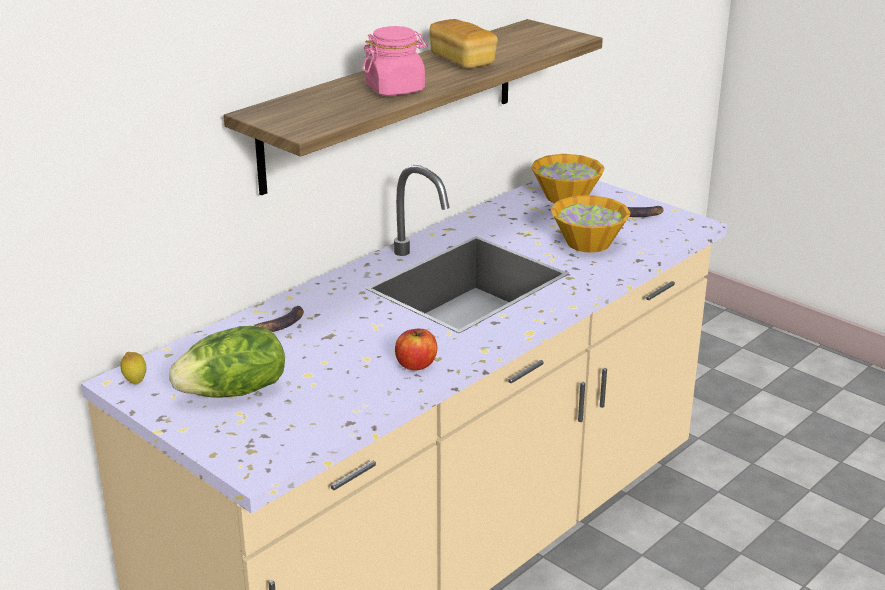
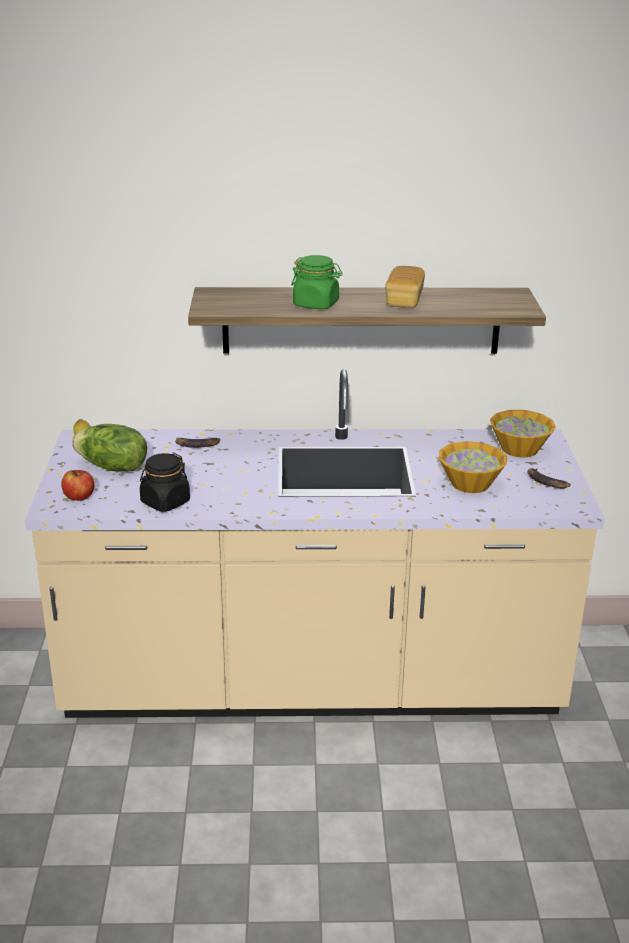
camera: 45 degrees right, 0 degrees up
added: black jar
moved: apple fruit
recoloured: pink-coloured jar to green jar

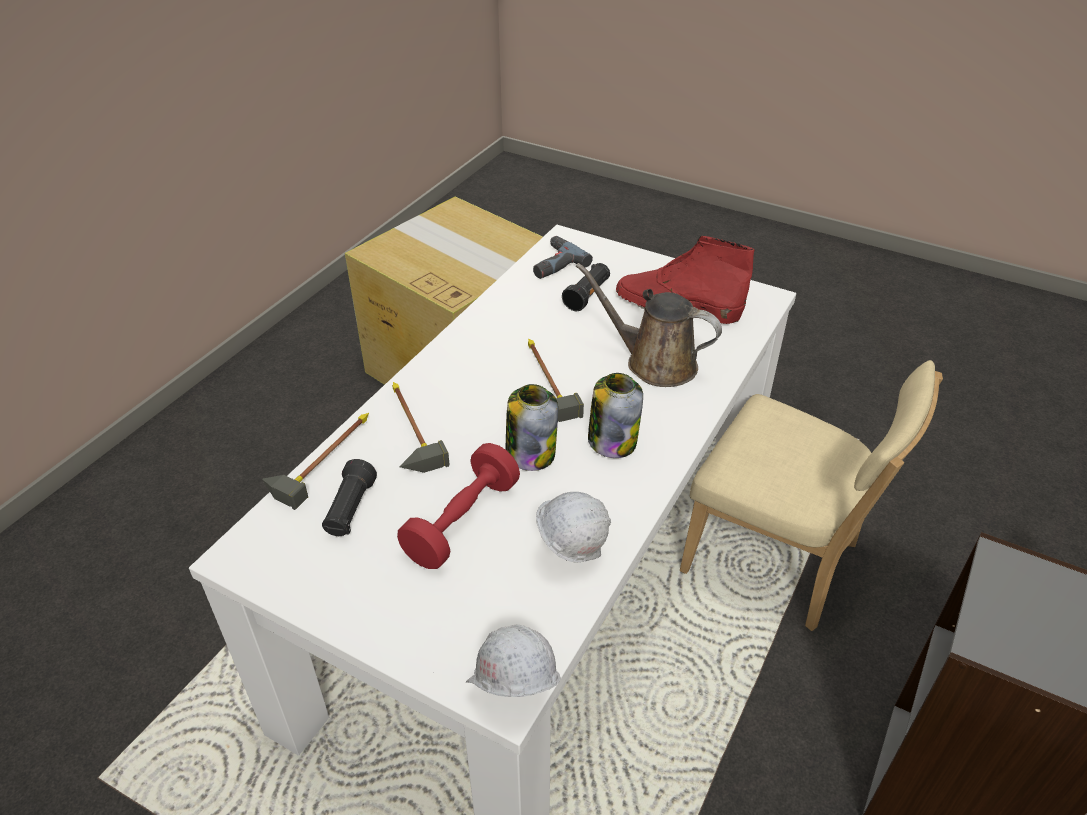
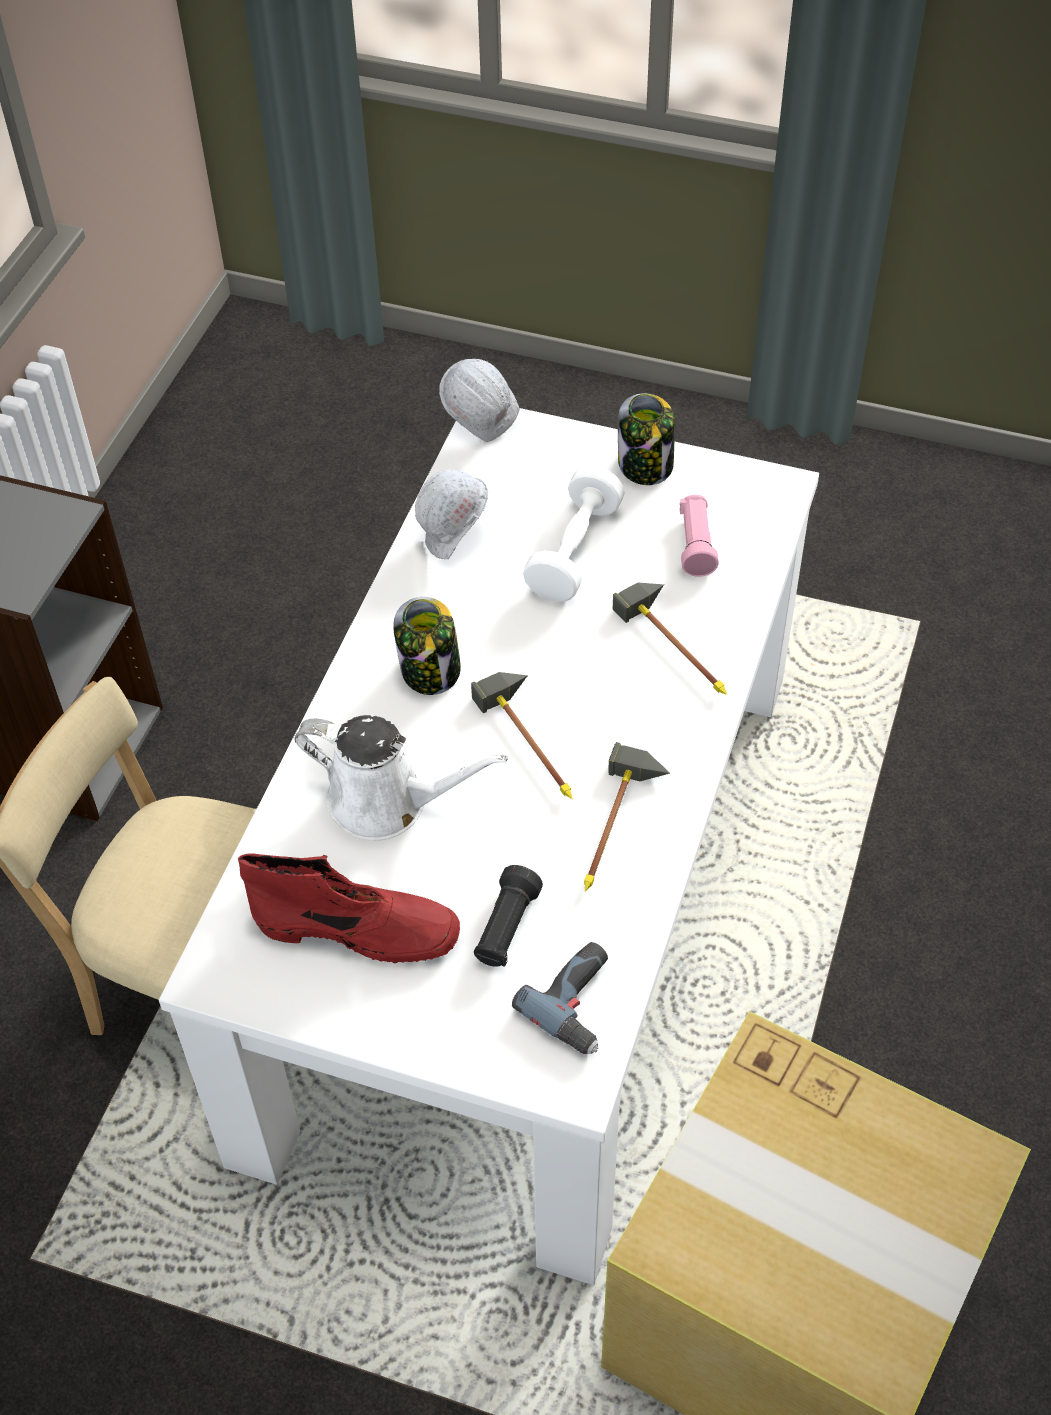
camera: 170 degrees right, 10 degrees up
moved: tool hammer (1st from left in the first image) to tool hammer (2nd from left); jar (1st from left in the first image) to jar (2nd from left)
recoloured: black flashlight (1st from left) to pink-coloured flashlight; reddish free weight to white free weight; brownish watering pot to white watering pot

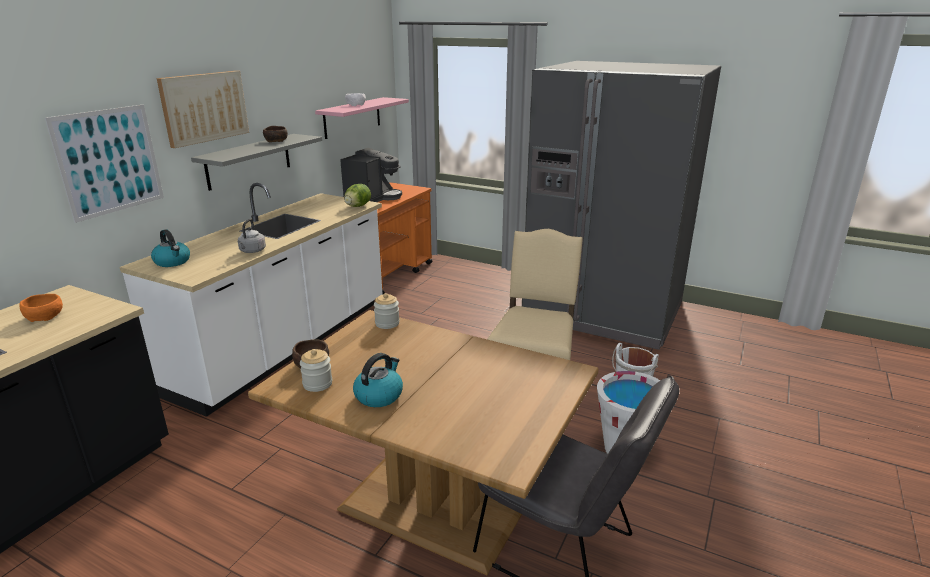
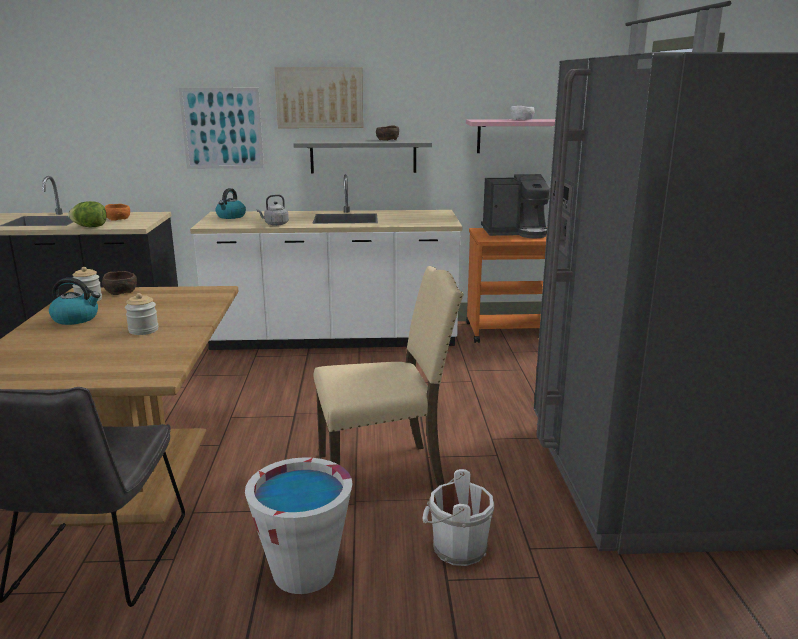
camera: 60 degrees right, 5 degrees down
moved: head of lettuce; jar (2nd from left)

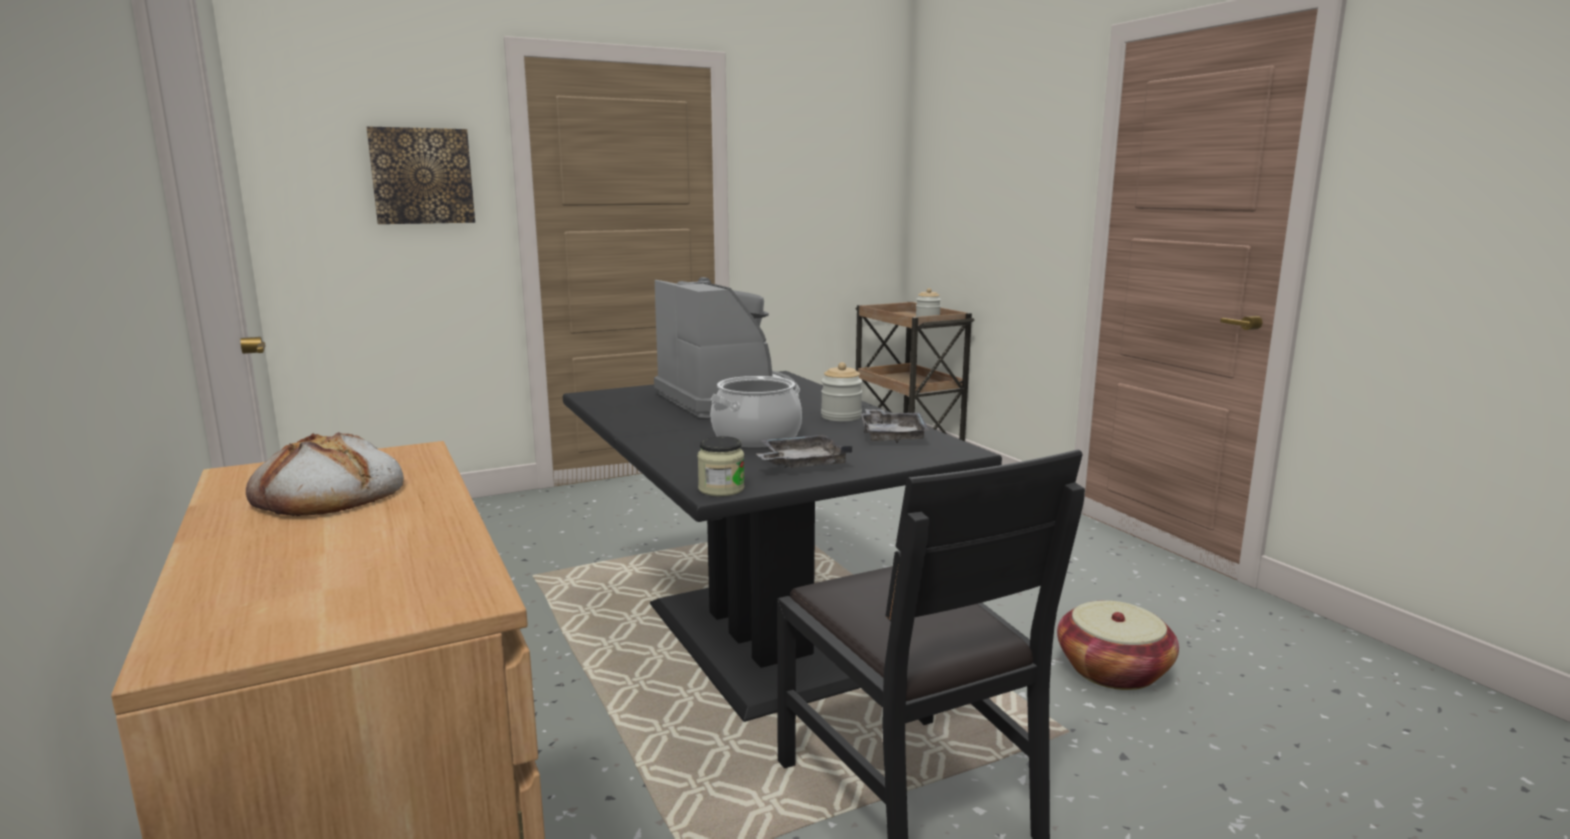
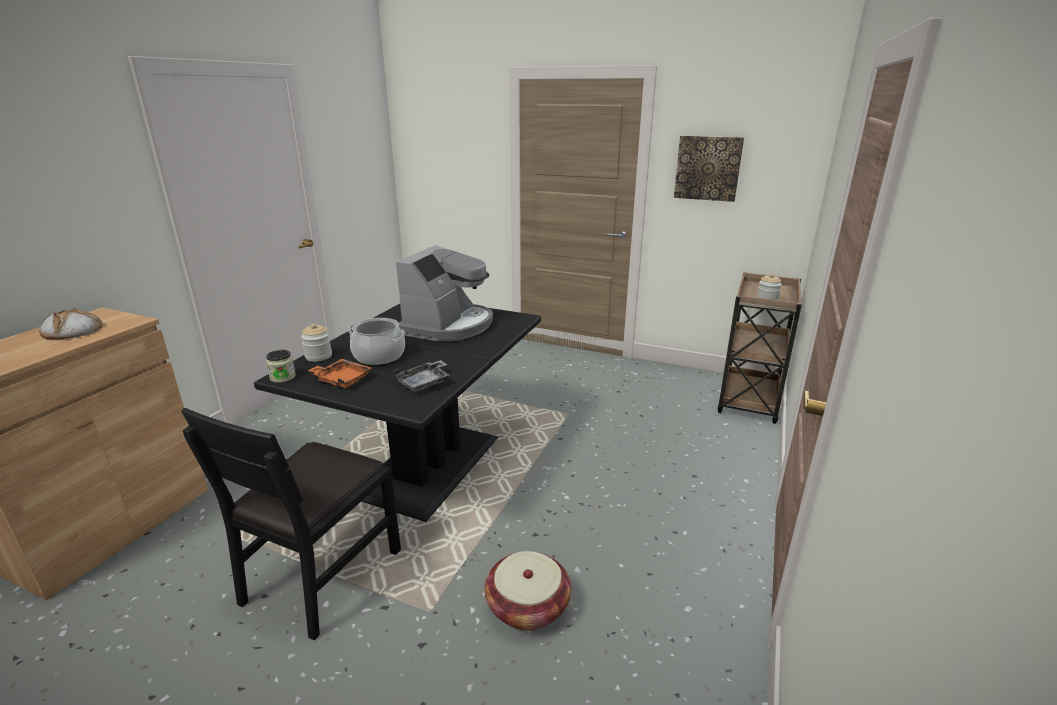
camera: 50 degrees right, 10 degrees up
moved: picture; jar (2nd from left)
recoloured: greyish tray (1st from left) to orange tray

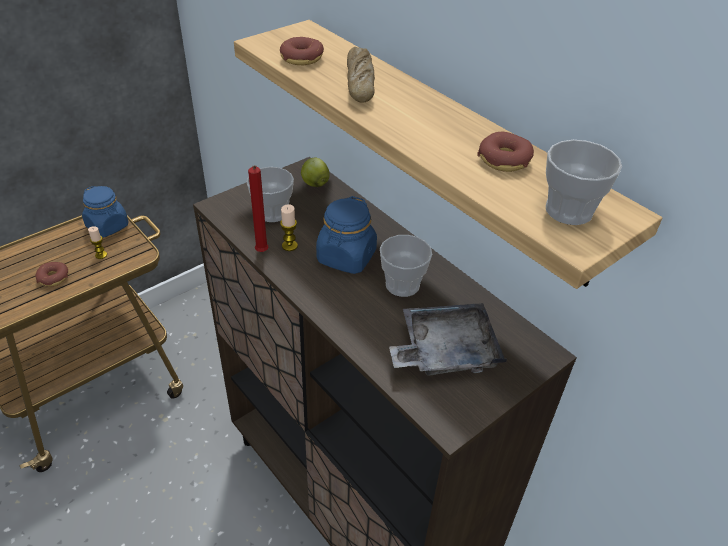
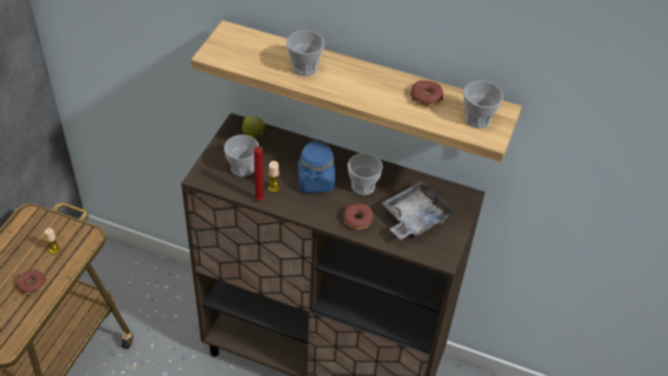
camera: 30 degrees left, 5 degrees up
removed: blue jar (1st from left)
moved: ring doughnut (2nd from left)
replaced: baked bread to cup (2nd from left)

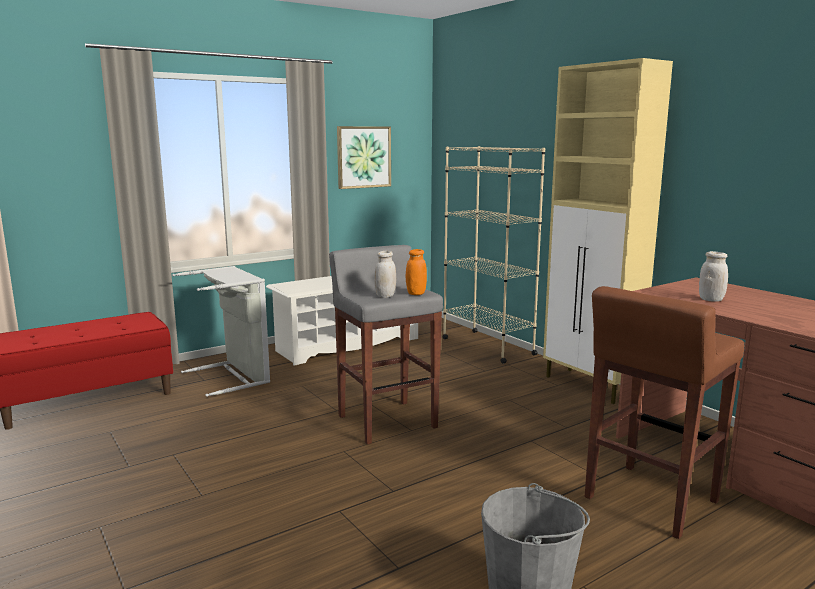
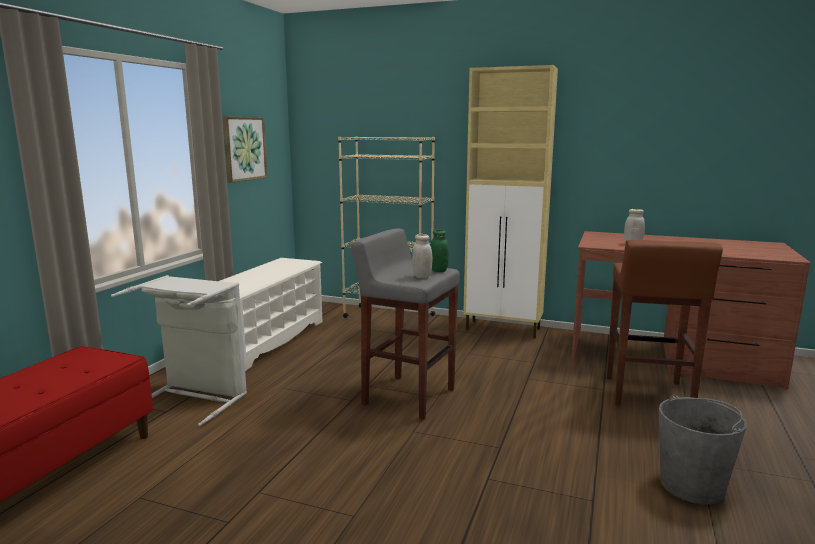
camera: 35 degrees left, 0 degrees up
recoloured: orange jar to green jar

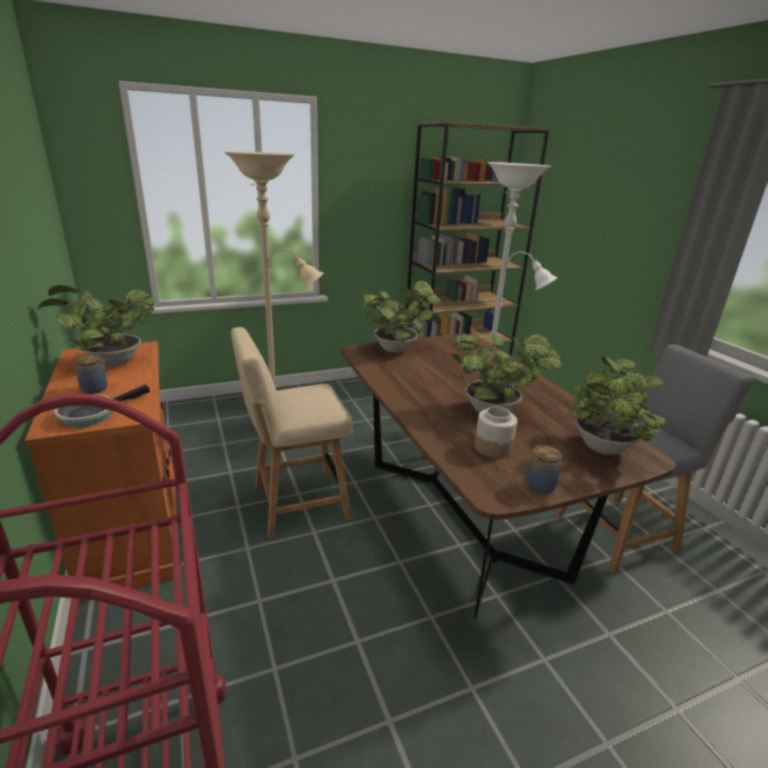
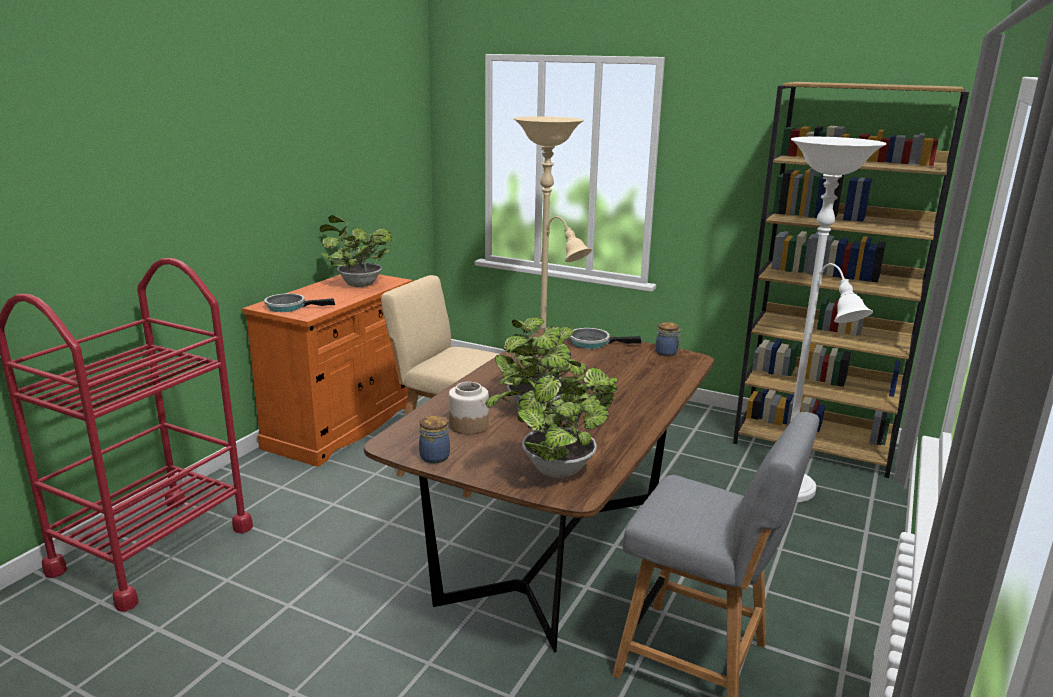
camera: 50 degrees right, 5 degrees down
moved: jar (1st from left in the first image) to jar (3rd from left)
replaced: houseplant (2nd from left) to skillet (2nd from left)

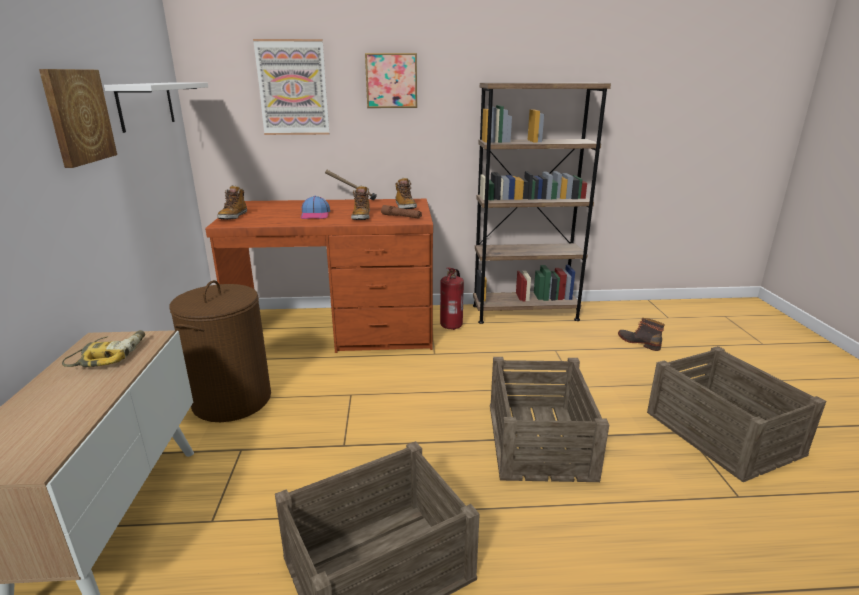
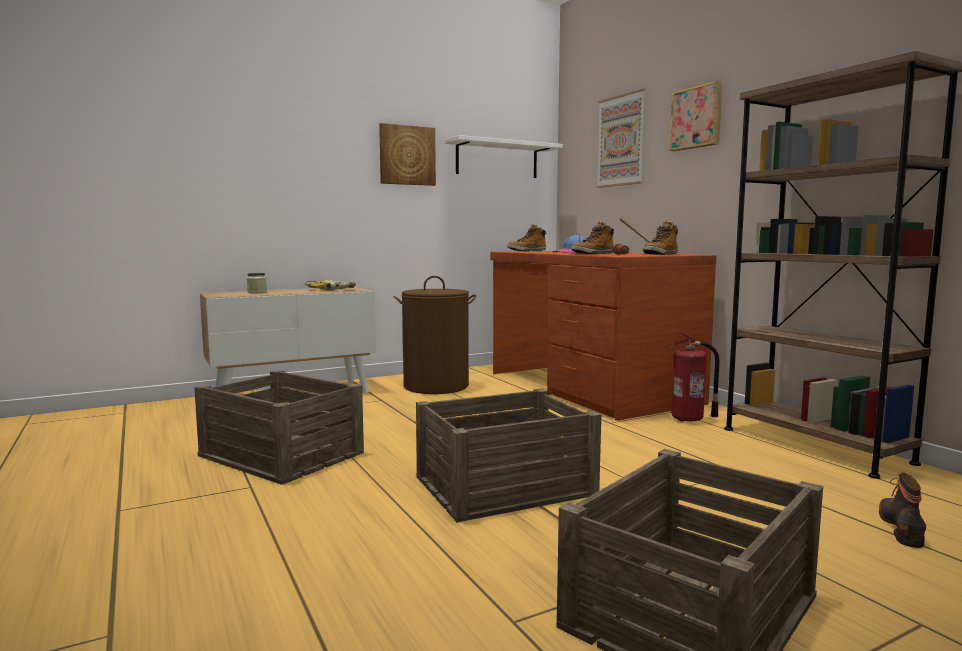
camera: 65 degrees right, 15 degrees down
added: jar

